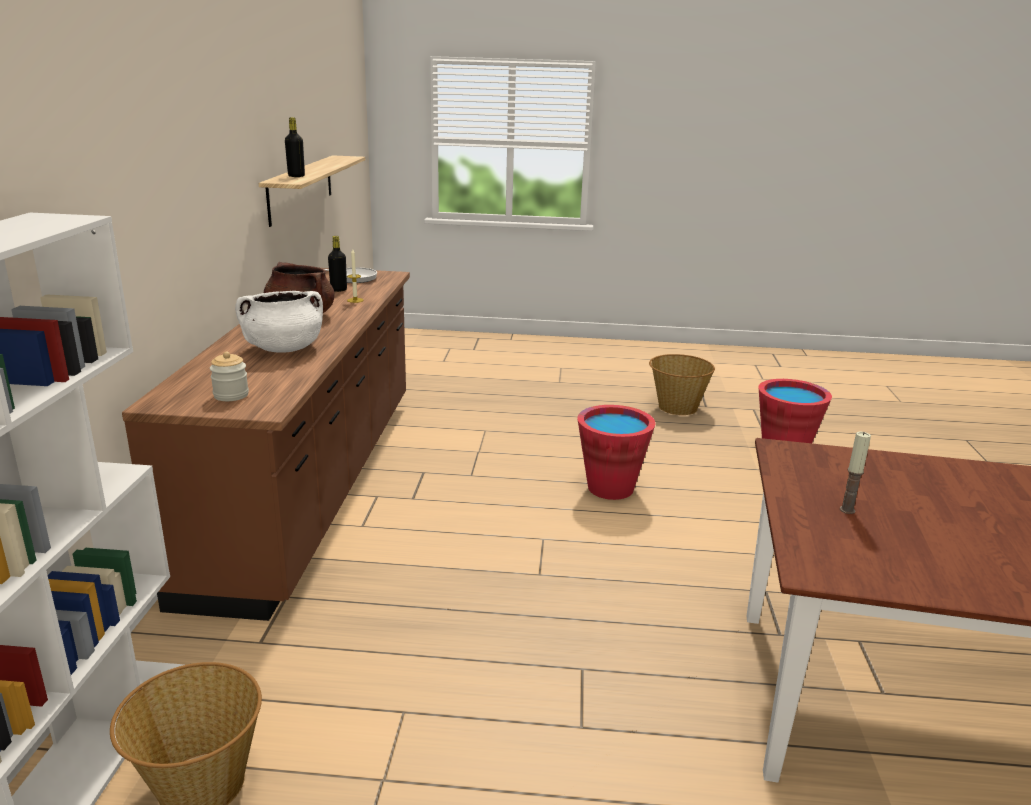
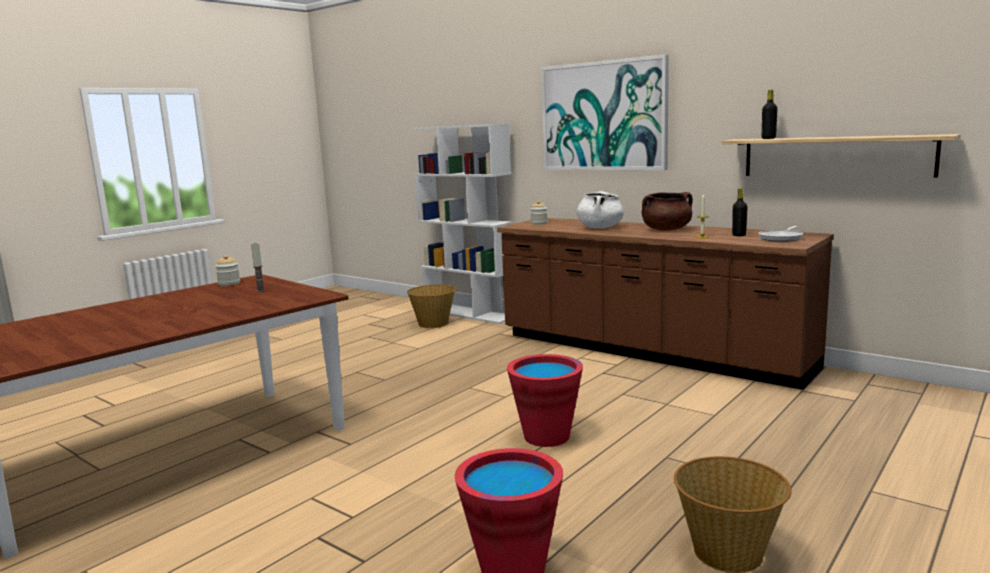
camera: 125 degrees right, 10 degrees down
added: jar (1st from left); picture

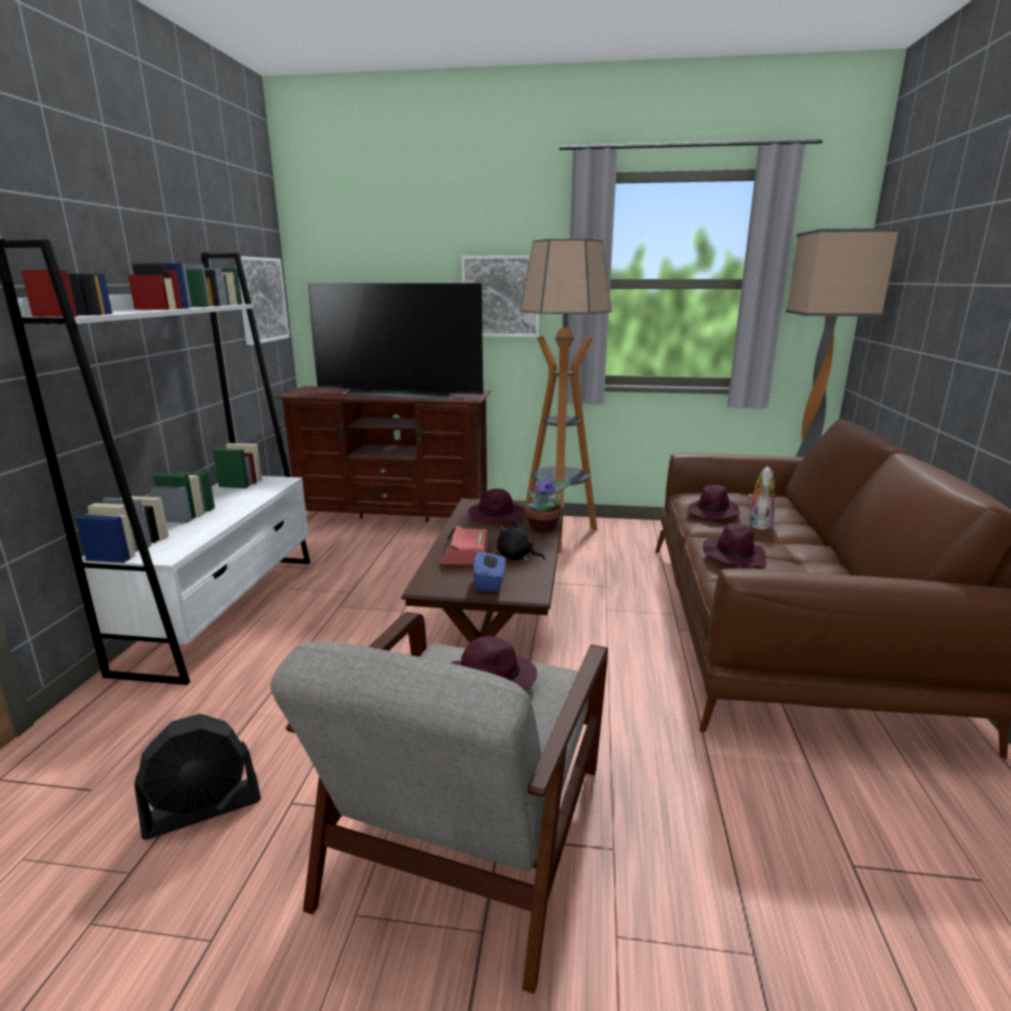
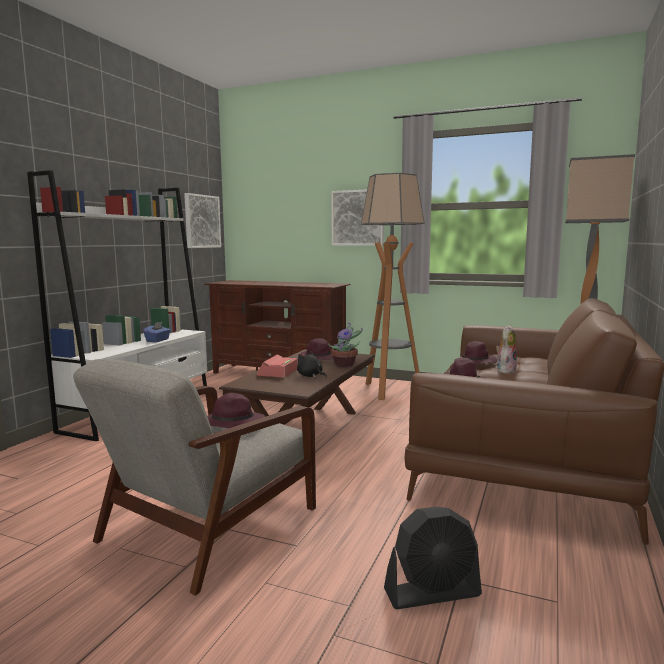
camera: 15 degrees right, 10 degrees down
removed: television
moved: black cooling fan; blue tissue box

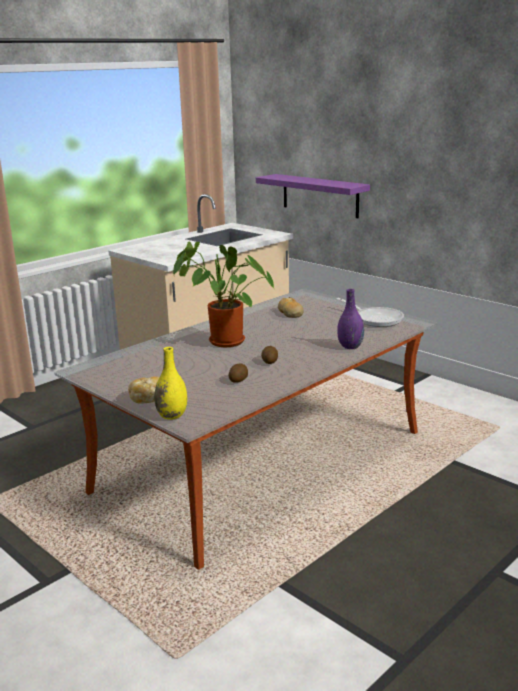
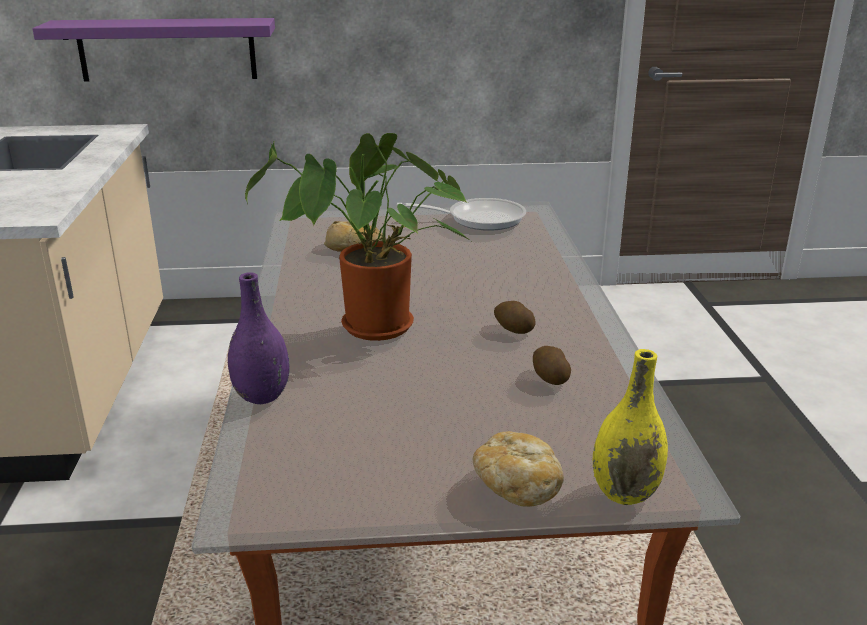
camera: 50 degrees left, 5 degrees up
moved: purple vase

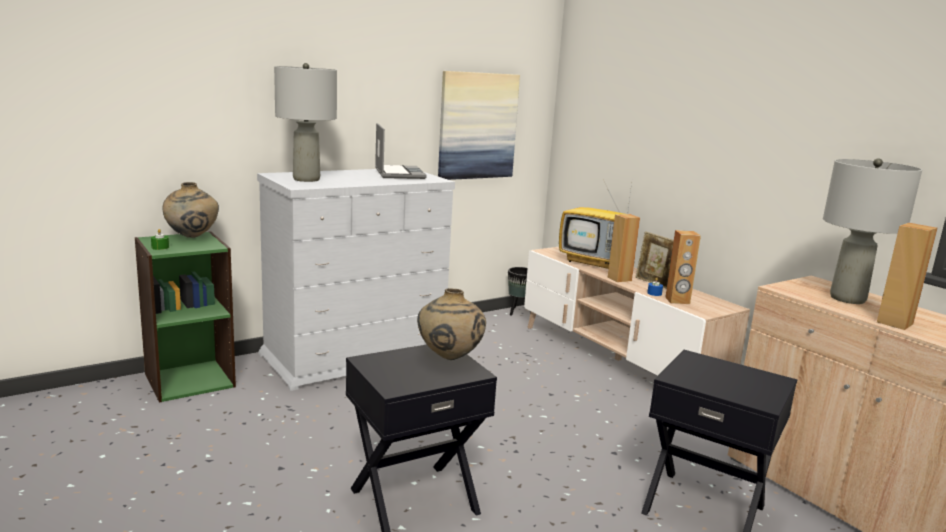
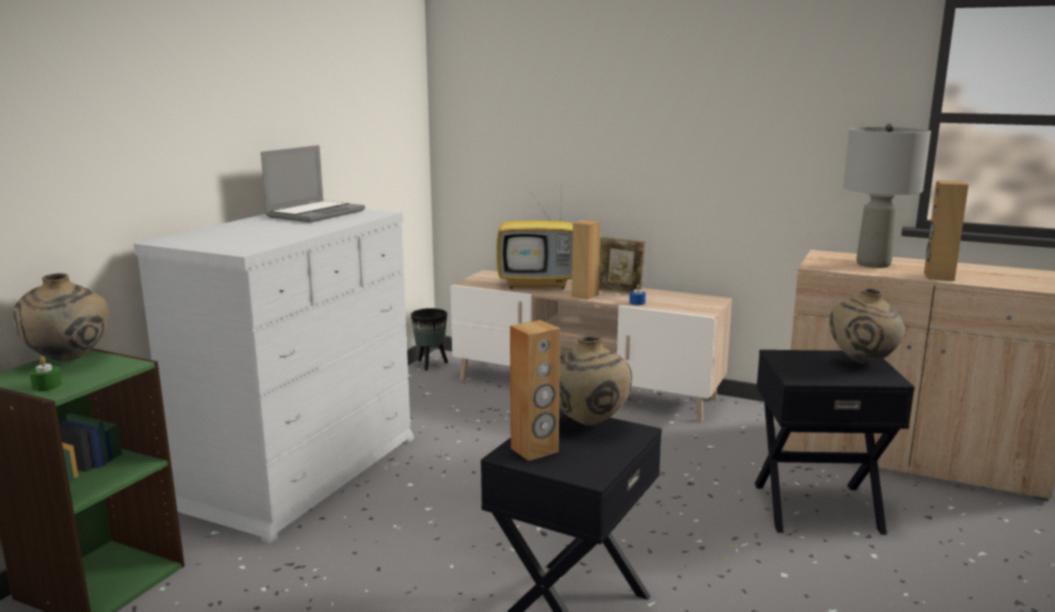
camera: 30 degrees left, 0 degrees up
removed: greyish table lamp (1st from left); picture
added: beige vase (3rd from left)
moved: brownish speaker (2nd from left in the first image) to brownish speaker (1st from left)
turned: laptop 75 degrees clockwise

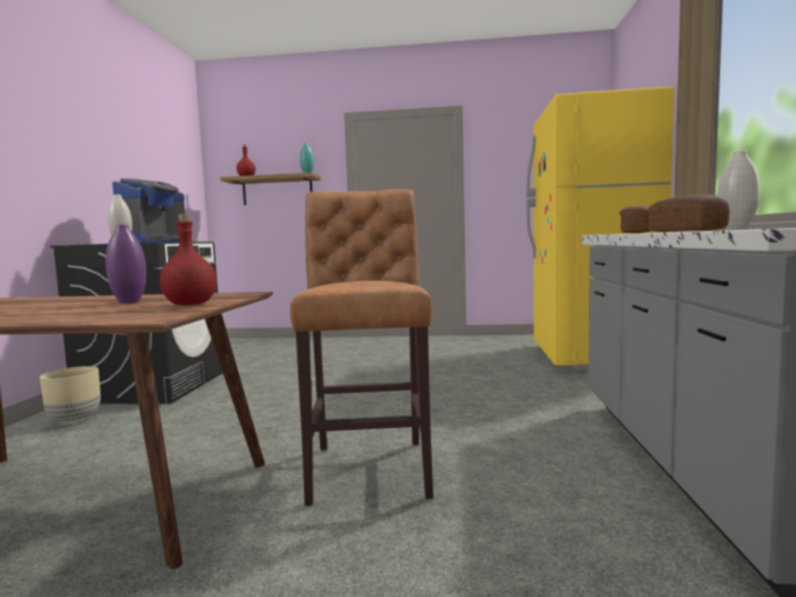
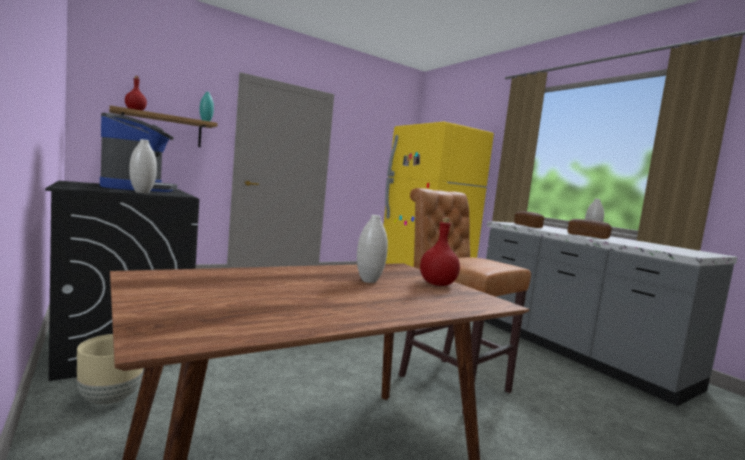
camera: 40 degrees left, 0 degrees up
recoloured: purple vase to white vase (2nd from left)

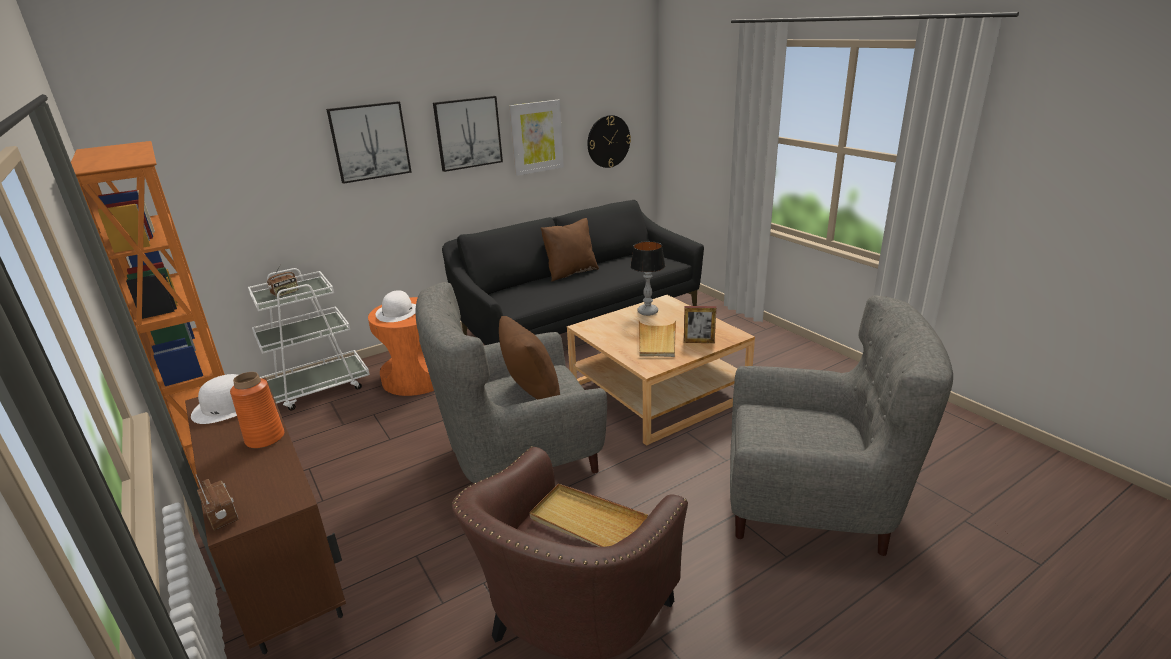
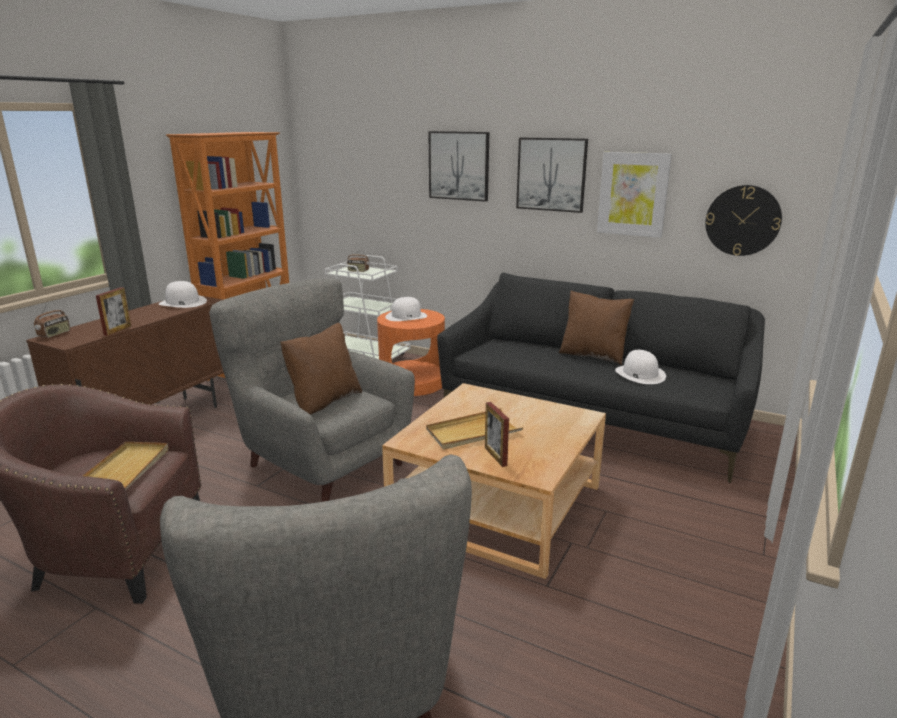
camera: 60 degrees right, 5 degrees down
removed: orange vase; table lamp
added: picture frame (1st from left); white clothing hat (3rd from left)

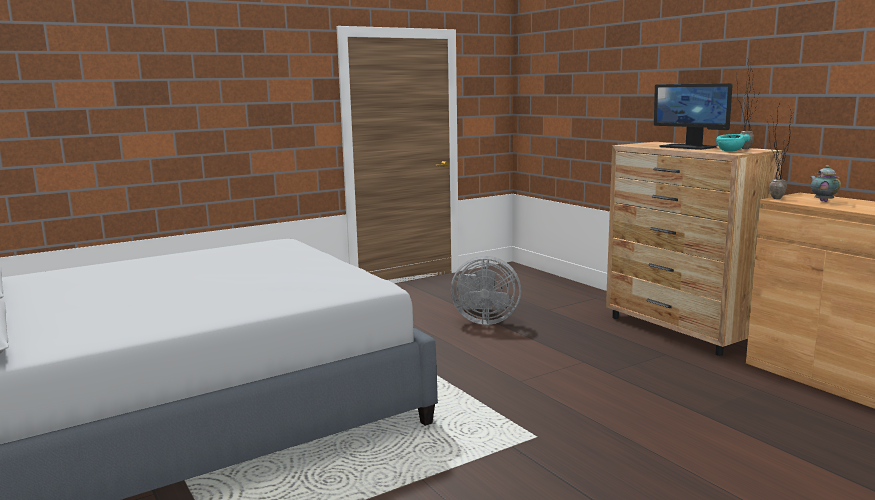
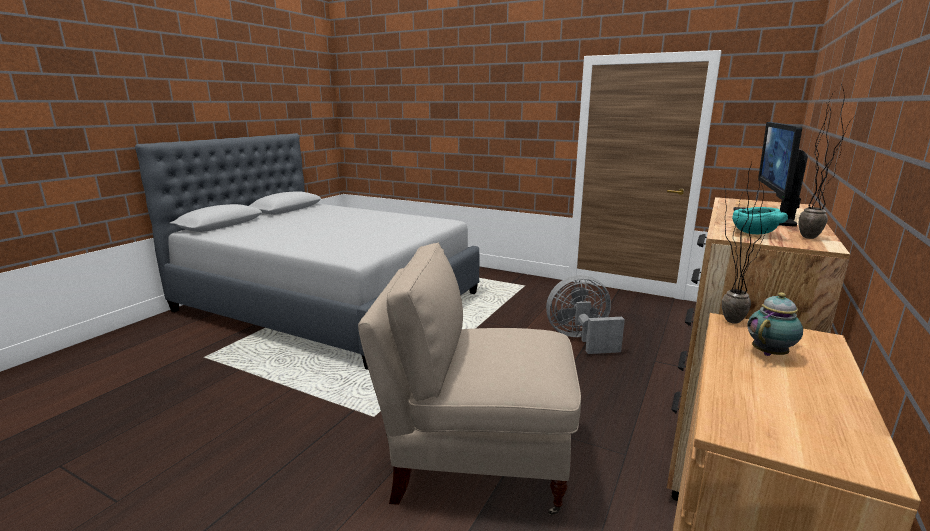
camera: 60 degrees right, 5 degrees up
added: beige plain chair
turned: greyish cooling fan 105 degrees clockwise

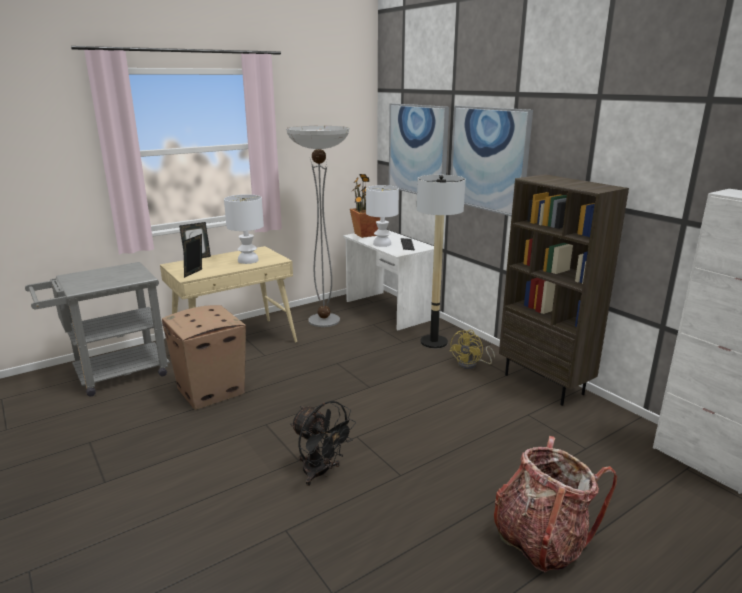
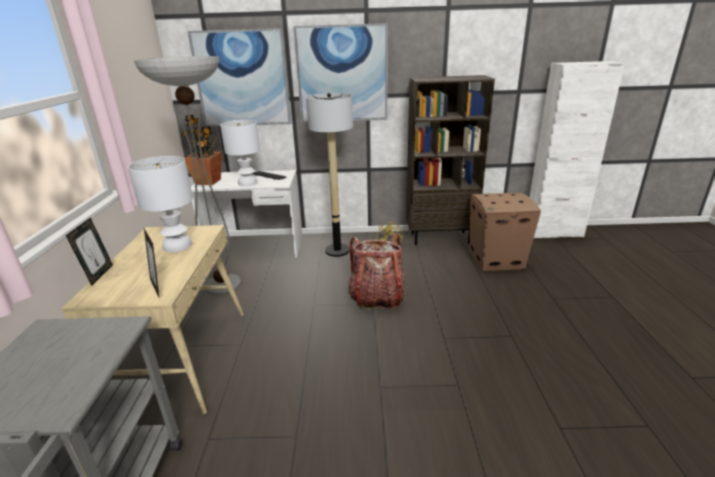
camera: 55 degrees left, 5 degrees up
removed: black cooling fan
moved: carton; backpack

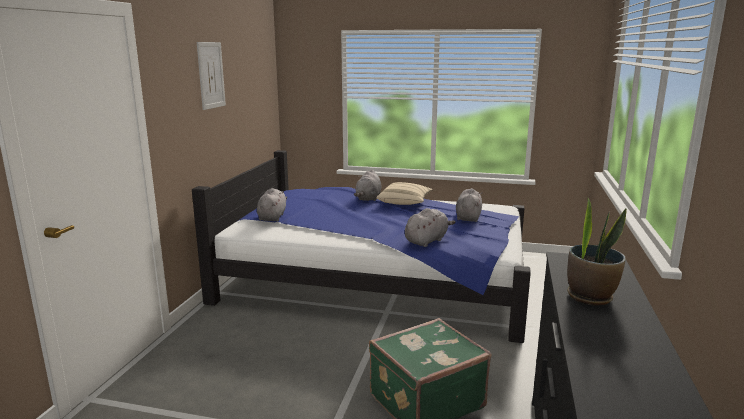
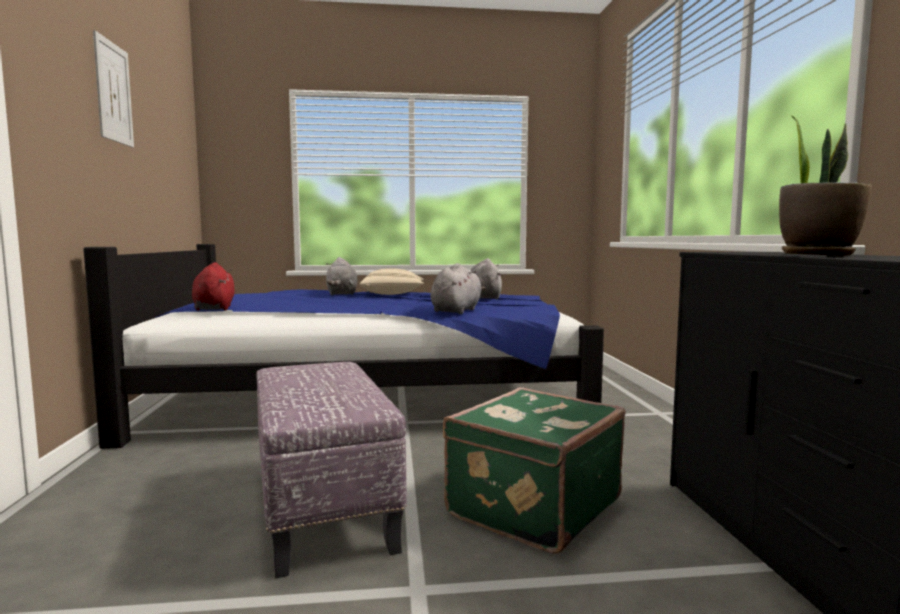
camera: 20 degrees left, 10 degrees down
added: footrest
recoloured: greyish soft toy (1st from left) to reddish soft toy

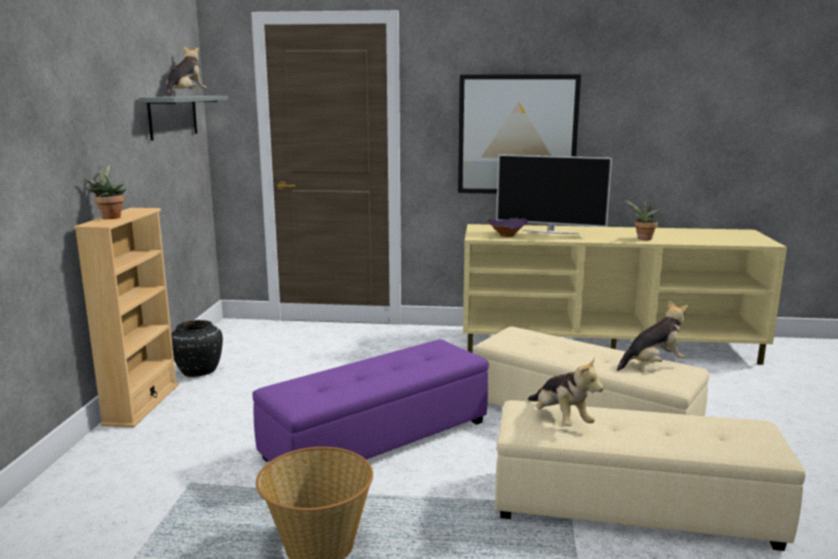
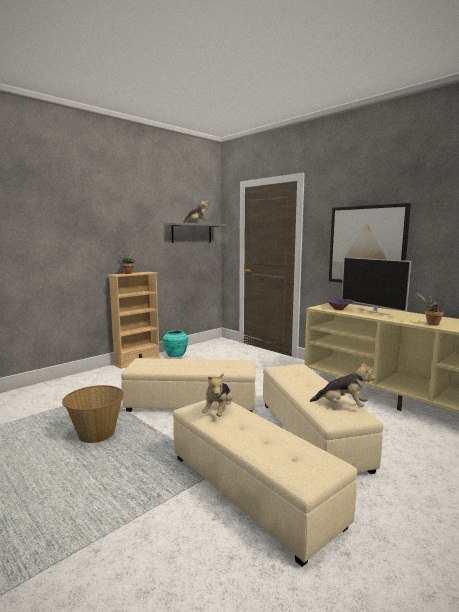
camera: 40 degrees right, 5 degrees down
recoloured: black vase to turquoise vase; purple footrest to beige footrest (1st from left)

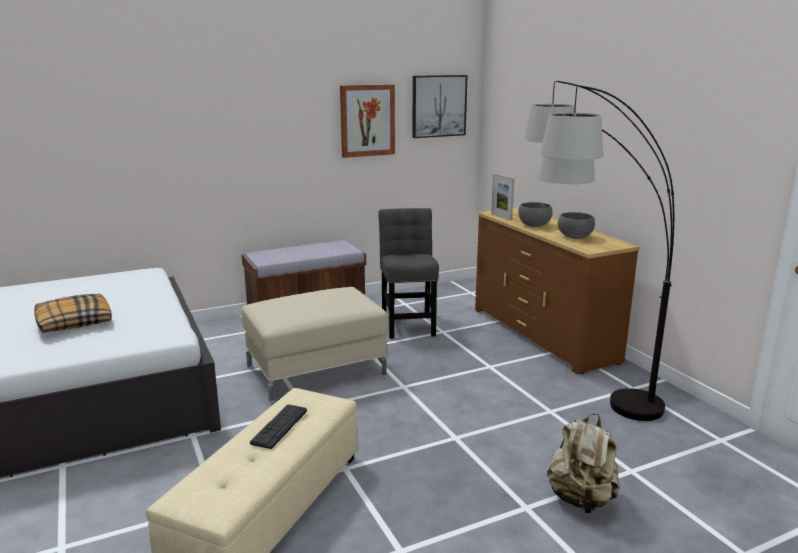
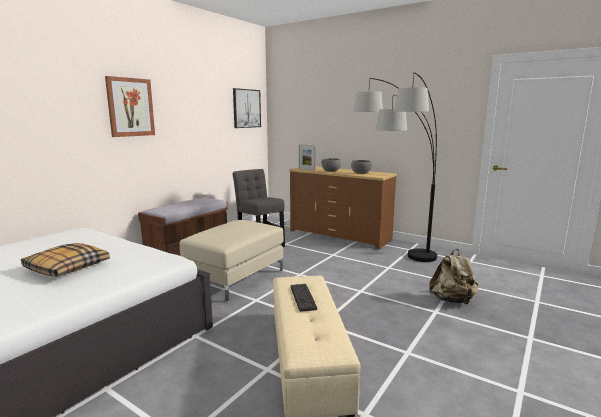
camera: 30 degrees left, 5 degrees down
moved: picture (1st from left)

